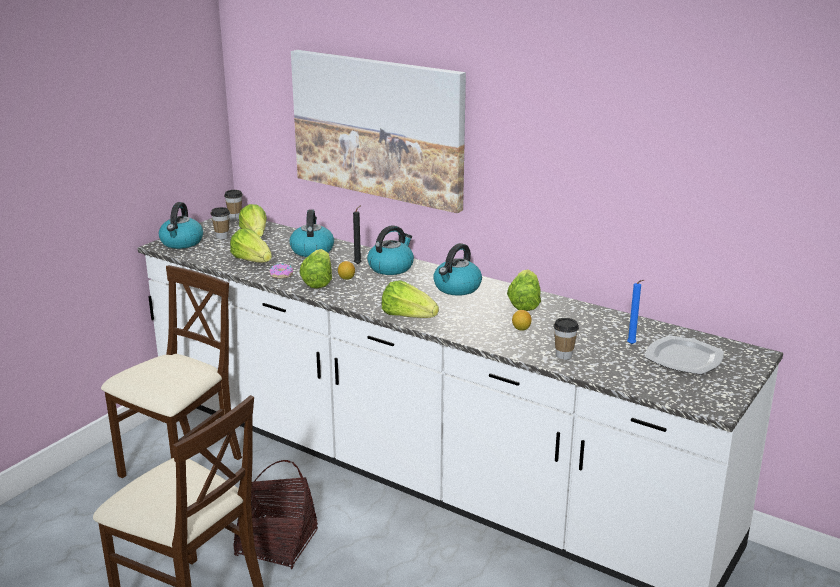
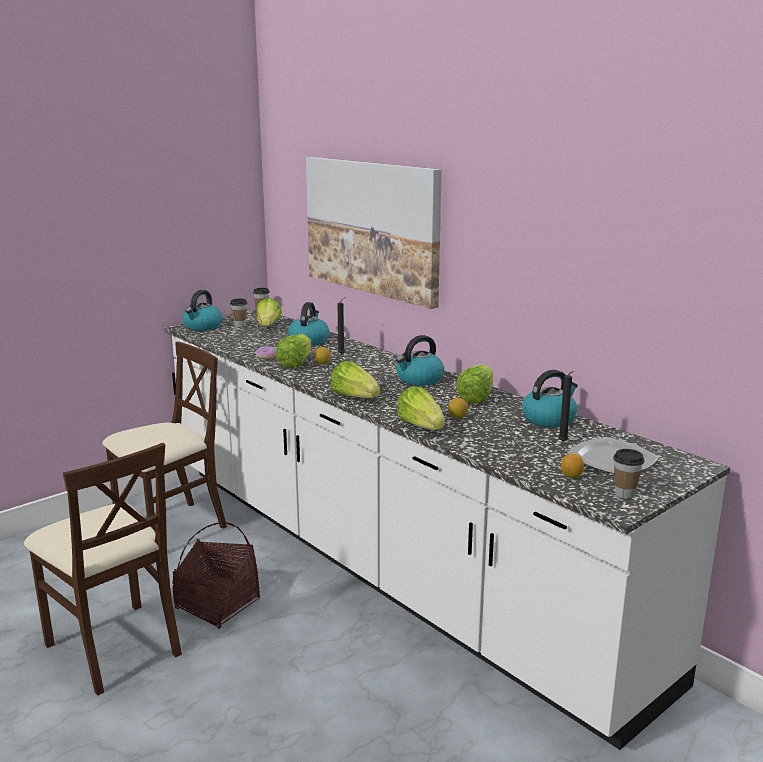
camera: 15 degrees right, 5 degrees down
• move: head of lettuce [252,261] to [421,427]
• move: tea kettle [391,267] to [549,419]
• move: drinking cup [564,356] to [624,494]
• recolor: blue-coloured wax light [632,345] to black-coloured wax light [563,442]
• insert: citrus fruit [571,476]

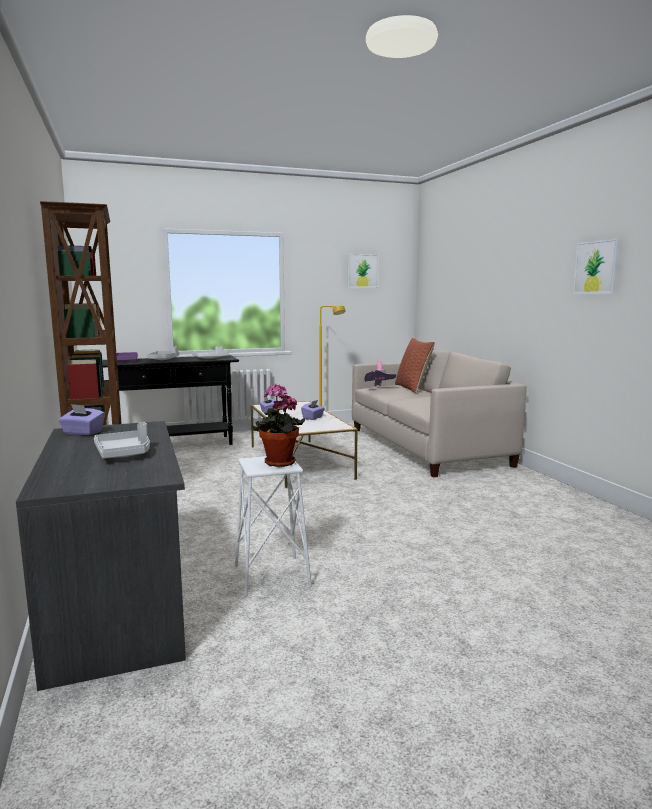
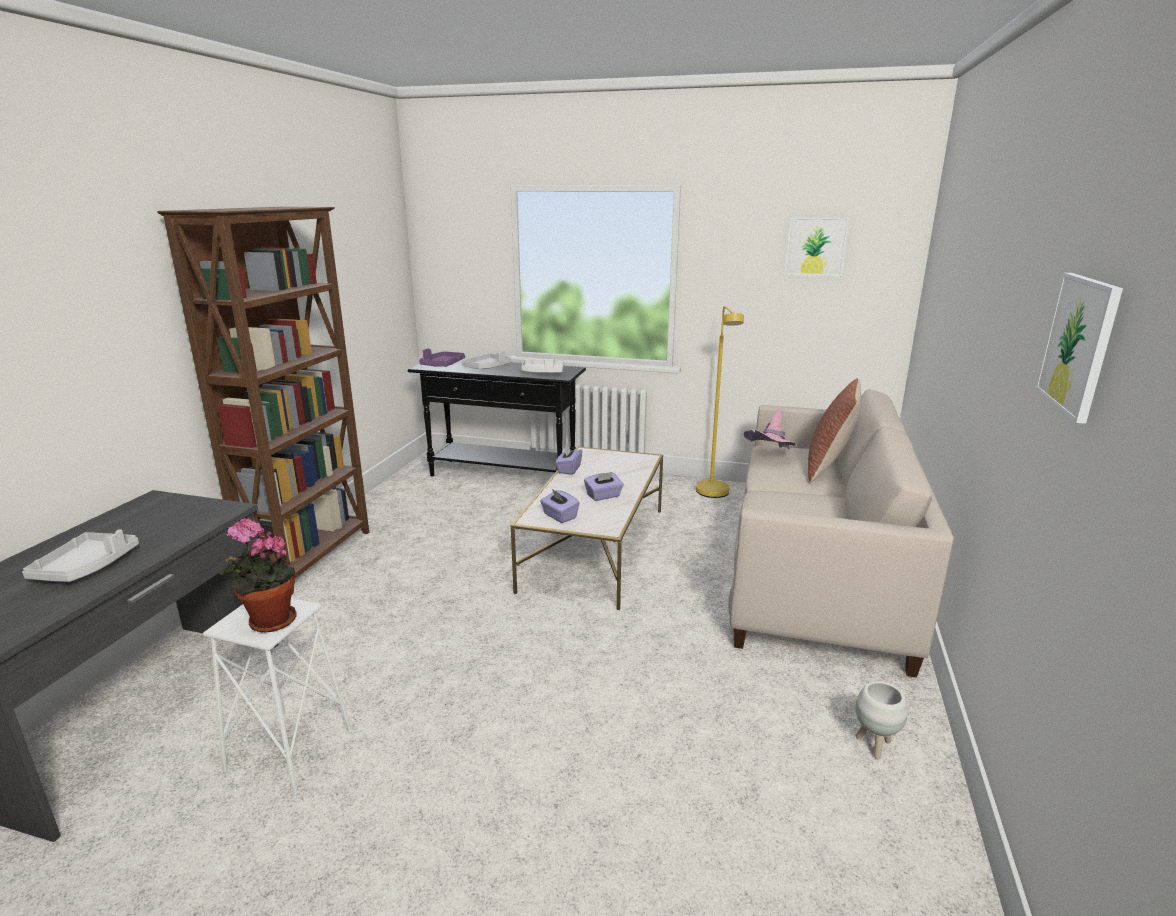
camera: 35 degrees right, 10 degrees up
• move: purplish tissue holder [82,432] to [559,516]
• insert: white flower pot [874,746]

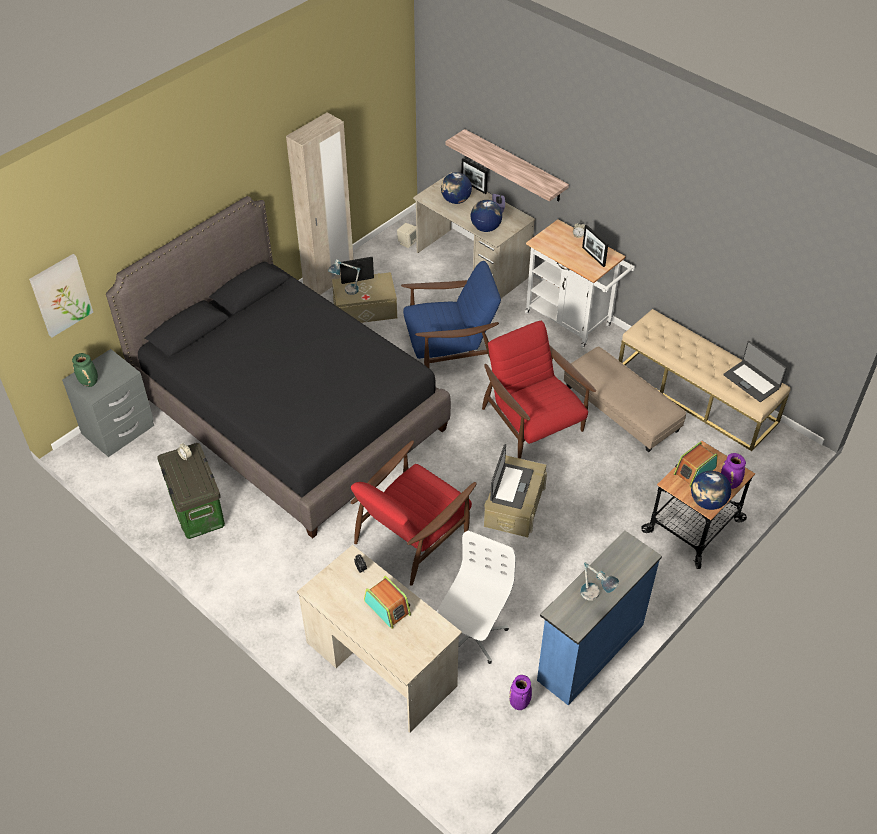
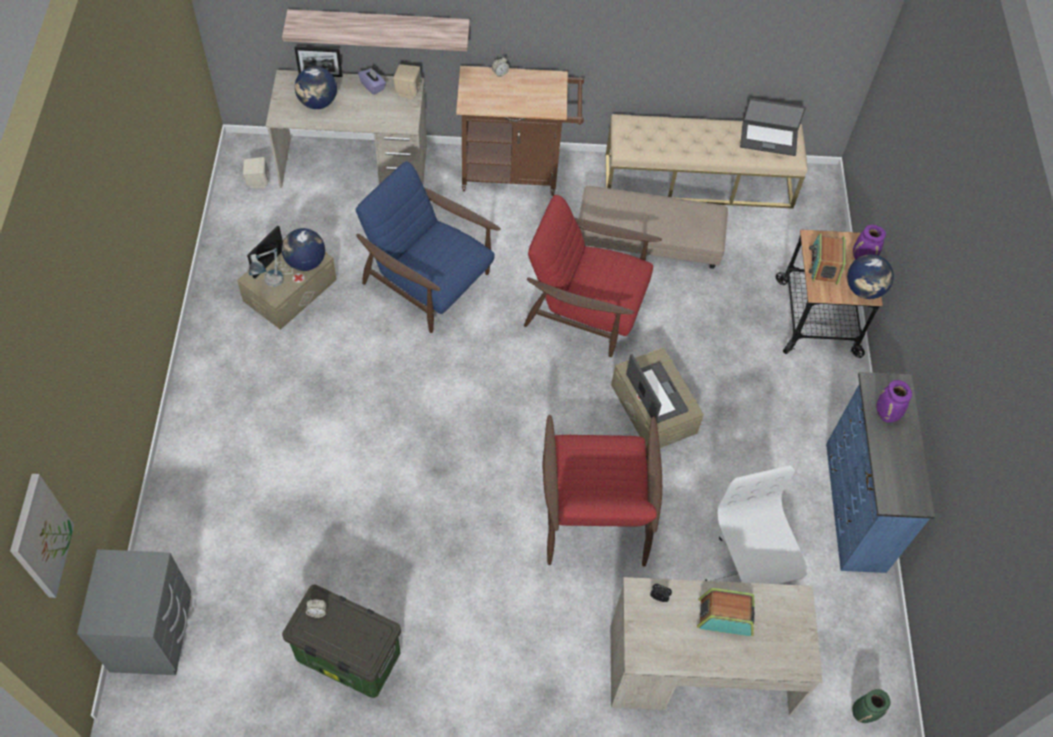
camera: 45 degrees left, 10 degrees up
• move: greenish decorative vase [89,383] to [863,713]
• delete: black-coloured sleeping bed [291,413]
• delete: beige armoire [329,280]
• rotate: blue-coloured lounge chair [450,350] = [428,281] 90 degrees counterclockwise
• move: desk globe [485,228] to [305,262]
• move: purplish decorative vase [519,704] to [886,415]
• recolor: white trolley [572,321] to brownish trolley [516,172]
• delete: table lamp [595,598]
• delete: standing frame [593,257]
• insert: beige speaker [408,91]

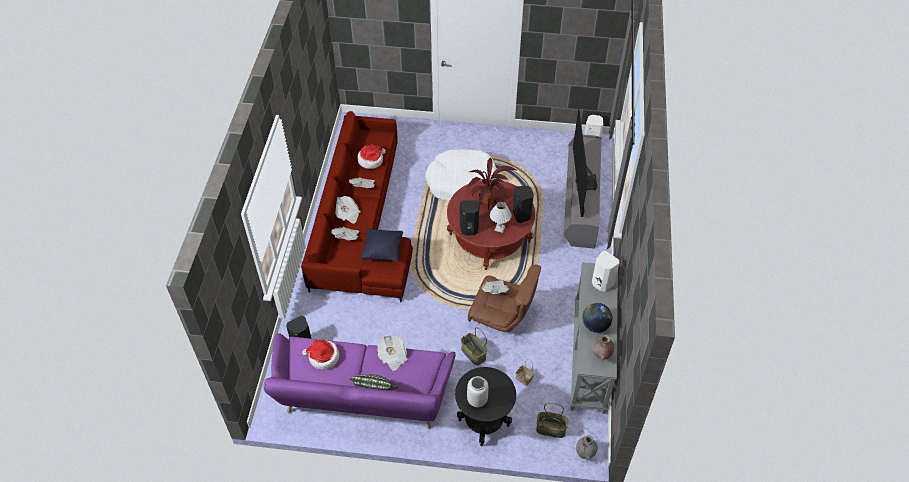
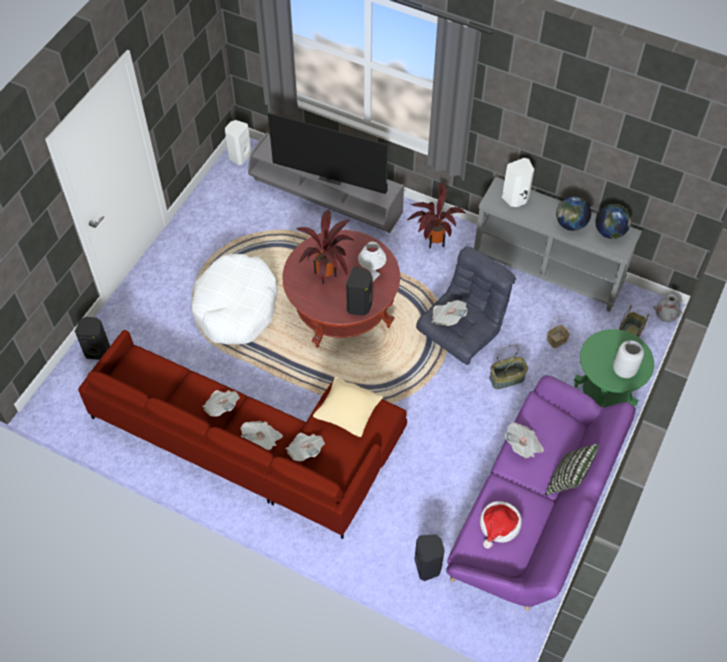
camera: 70 degrees left, 5 degrees up
• delete: hat [371,160]
• recolor: black-coloured throw pillow [382,251] to beige throw pillow [348,413]
• recolor: black-coloured end table [484,423] to greenish end table [603,398]
• recolor: brownish lounge chair [502,315] to greyish lounge chair [462,331]
• move: black-coloured speaker [522,215] to [98,351]
• replace: brownish decorative vase [601,354] to desk globe [609,232]
• insert: houseplant [433,241]

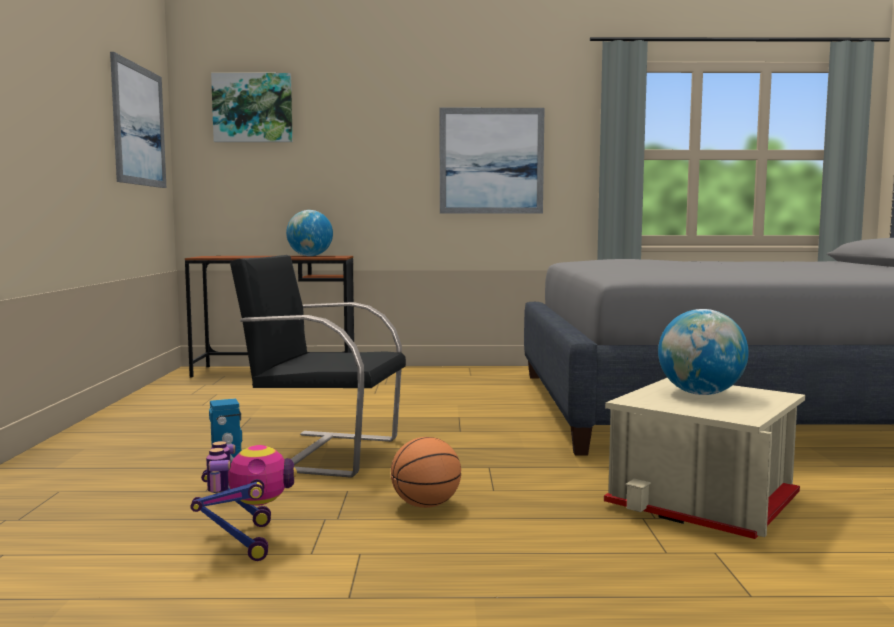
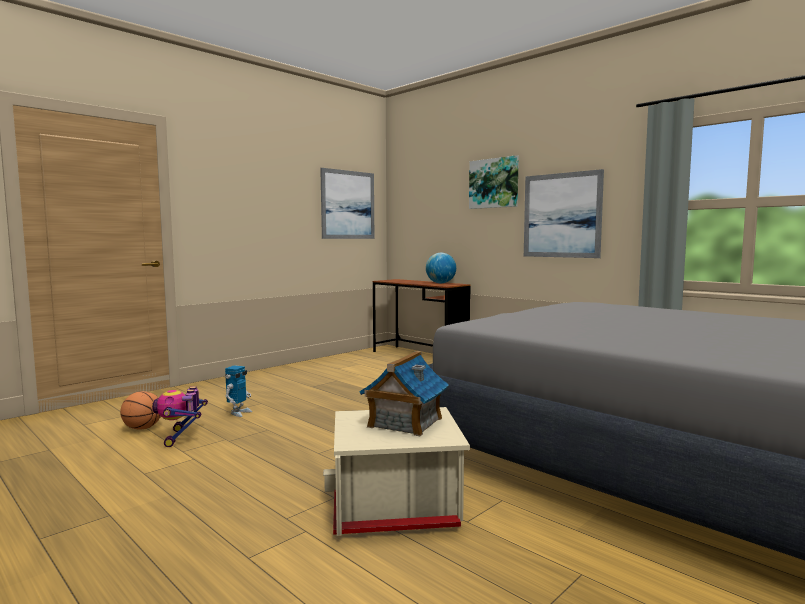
camera: 45 degrees right, 0 degrees up
• rotate: robot figure [246,541] = [181,437] 135 degrees clockwise
• move: picture [253,108] to [494,183]
• delete: black-coloured plain chair [324,453]
• move: basketball ball [426,505] to [142,428]
• replace: desk globe [700,394] to miniature house [404,422]

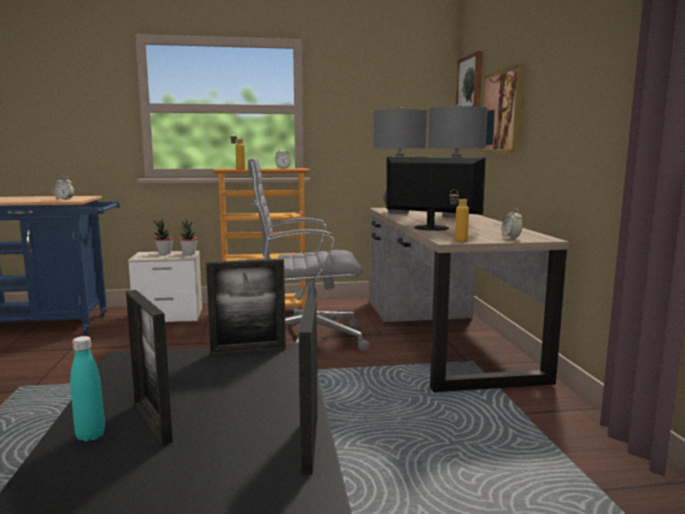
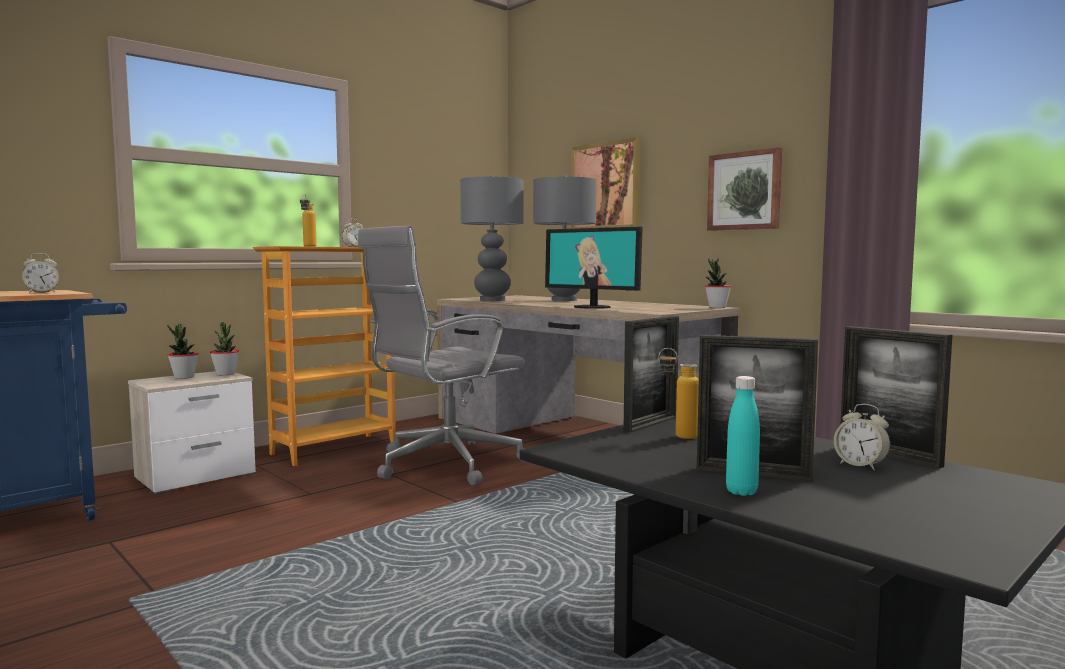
camera: 35 degrees left, 5 degrees down
• rotate: computer display [431,228] = [592,307] 135 degrees counterclockwise
• move: beverage bottle [457,240] to [677,436]
• move: picture [470,83] to [745,191]
• move: table clock [511,237] to [860,465]
• insert: houseplant [717,307]

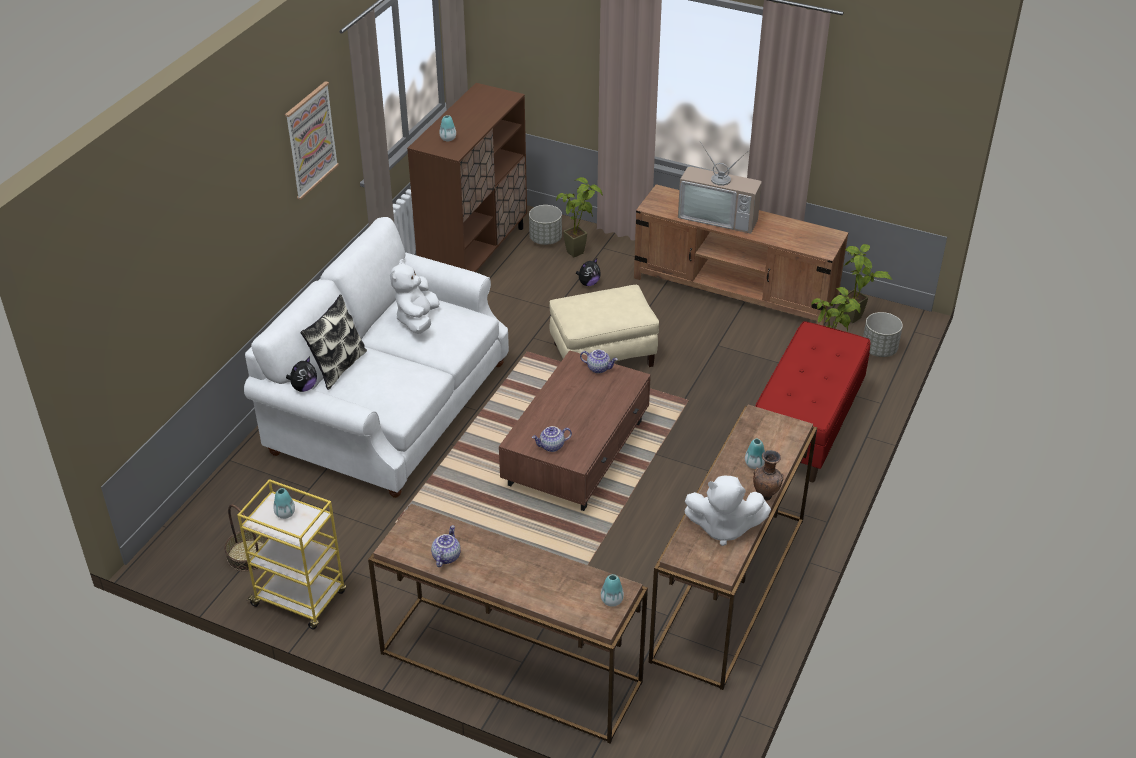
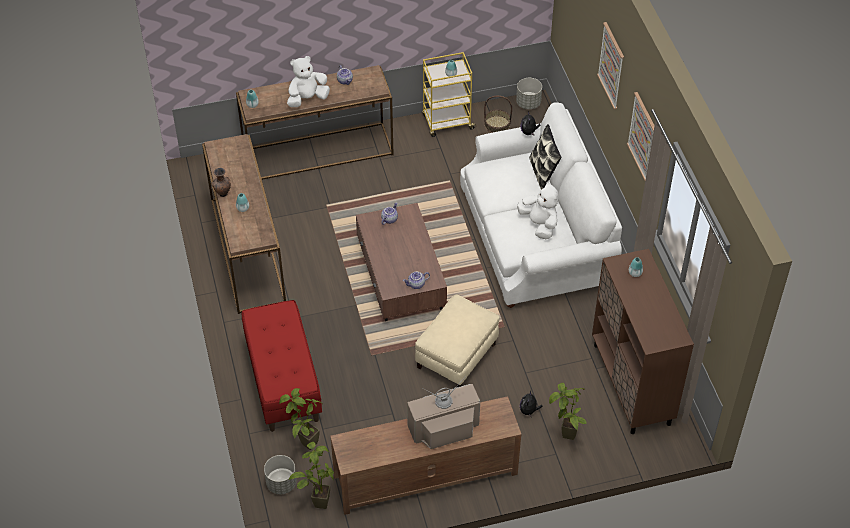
camera: 140 degrees right, 10 degrees up
• move: greyish flower pot [545,239] to [528,103]
• move: white soft toy [723,528] to [307,98]
• insert: picture [611,65]

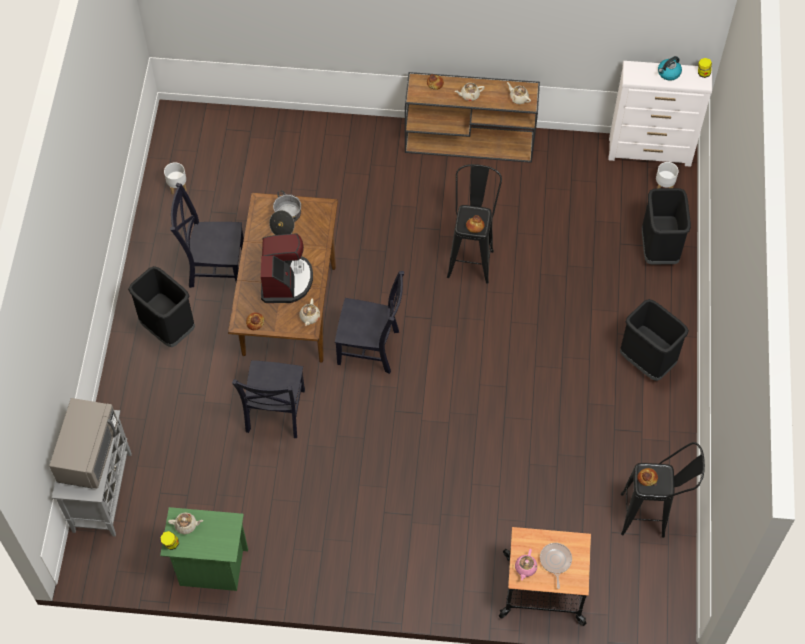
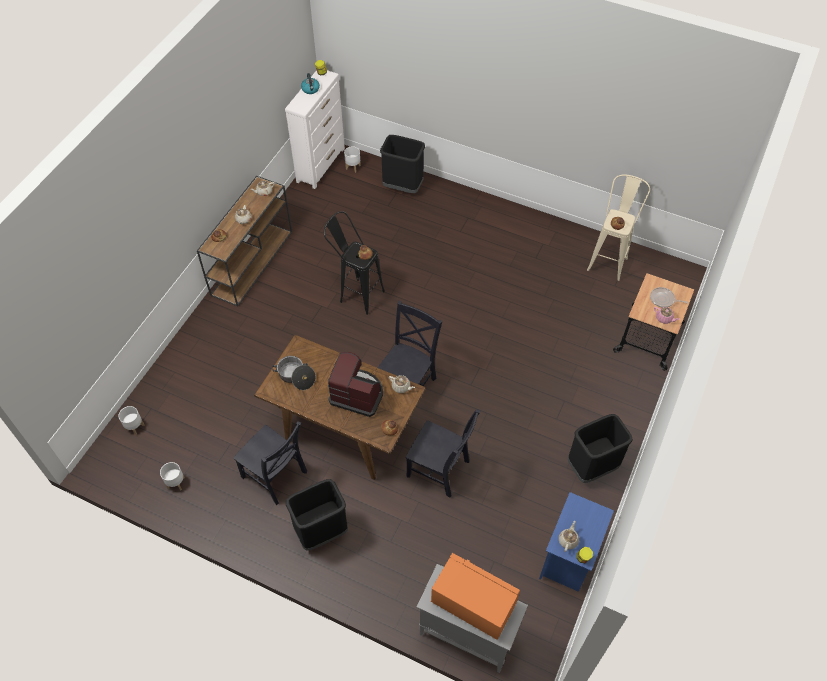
camera: 70 degrees left, 5 degrees down
• recolor: greyish microwave oven [88,453] to orange-coloured microwave oven [473,603]
• recolor: greenish nightstand [211,567] to blue-coloured nightstand [568,561]
• rotate: black-coloured plain chair [214,267] = [276,476] 75 degrees counterclockwise
• move: black-coloured waste bin [646,361] to [592,467]
• recolor: black-coloured sitting stool [652,515] to beige sitting stool [609,259]
• insert: white flower pot [134,427]

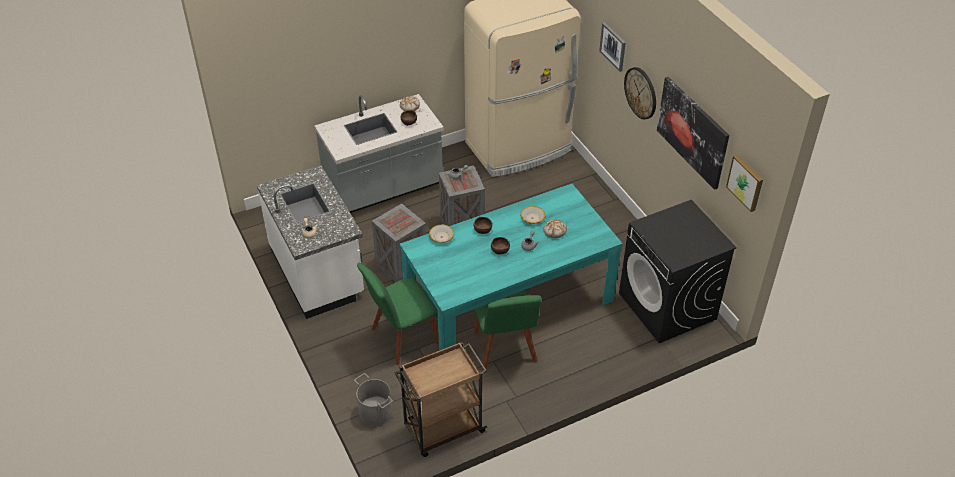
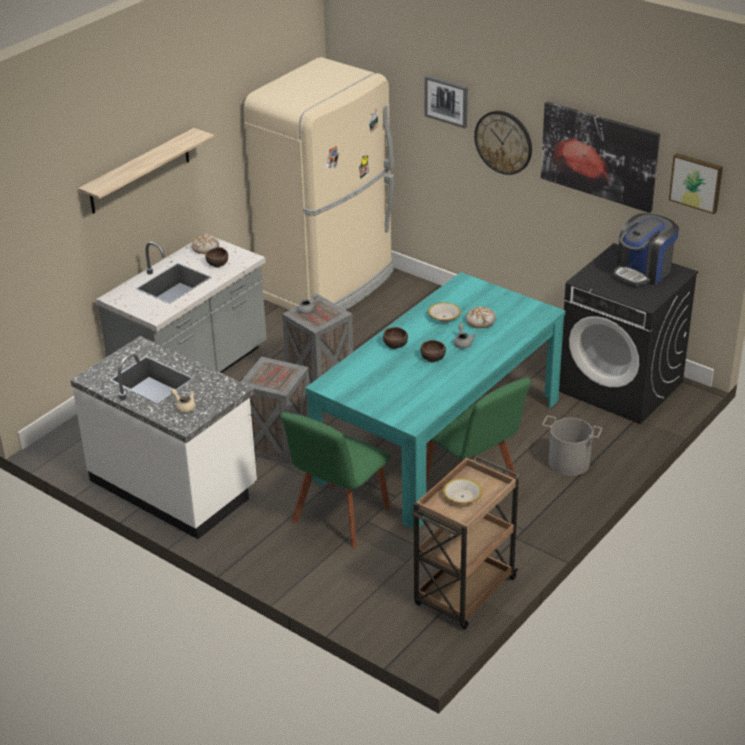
camera: 25 degrees left, 10 degrees down
• move: greyish water bucket [375,412] to [569,463]
• move: serving bowl [441,237] to [462,497]
• insert: bracket shelf [140,171]
• insert: coffee machine [643,271]

